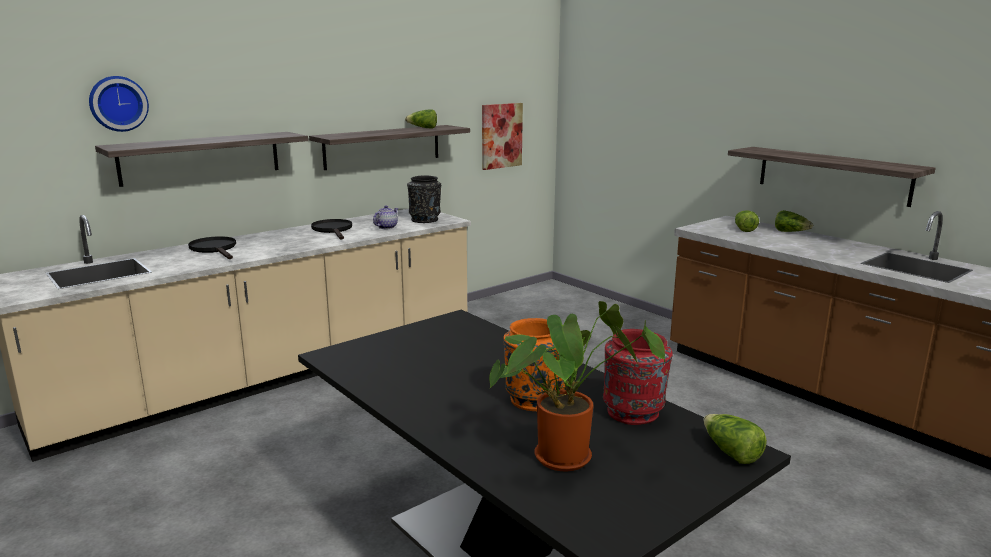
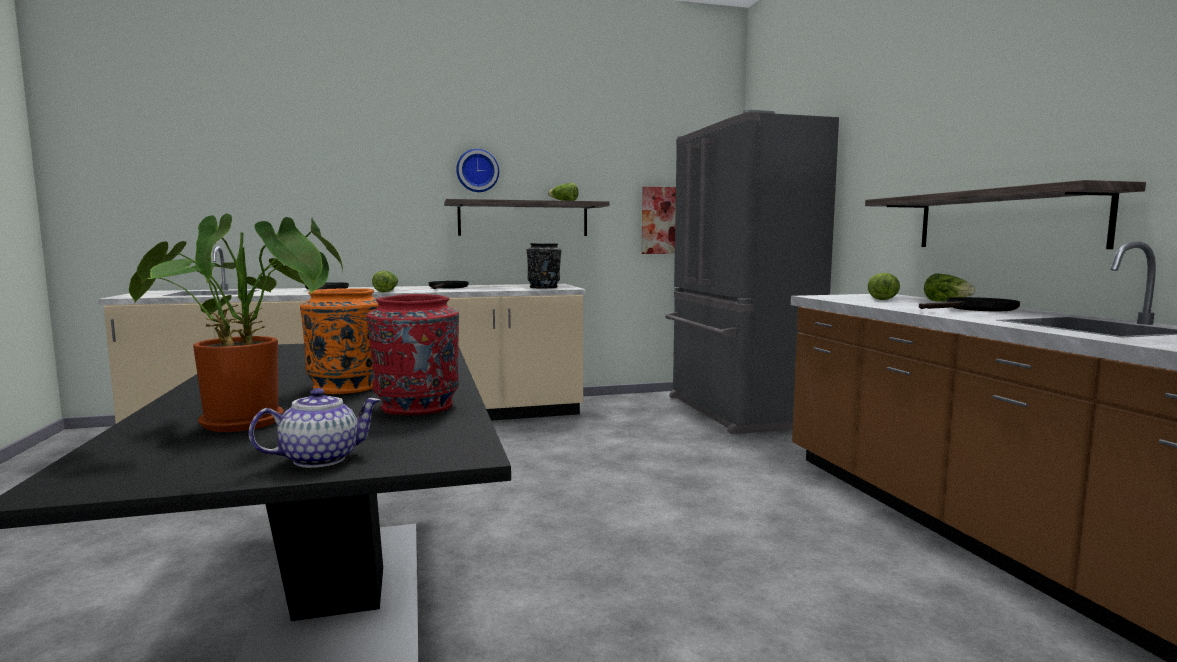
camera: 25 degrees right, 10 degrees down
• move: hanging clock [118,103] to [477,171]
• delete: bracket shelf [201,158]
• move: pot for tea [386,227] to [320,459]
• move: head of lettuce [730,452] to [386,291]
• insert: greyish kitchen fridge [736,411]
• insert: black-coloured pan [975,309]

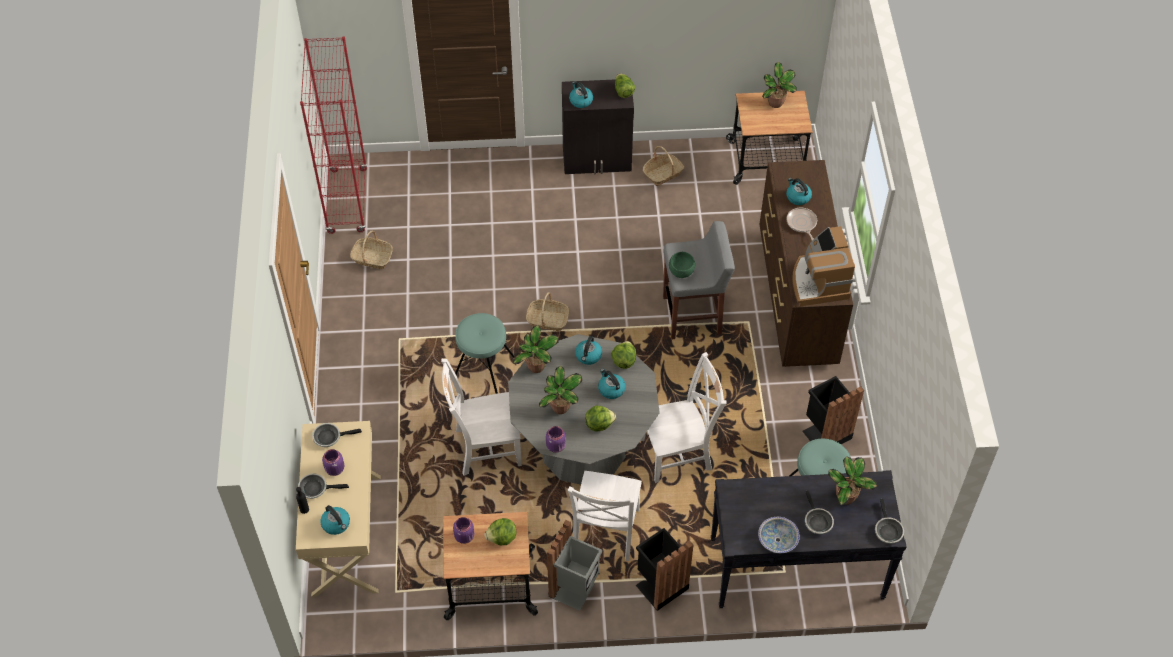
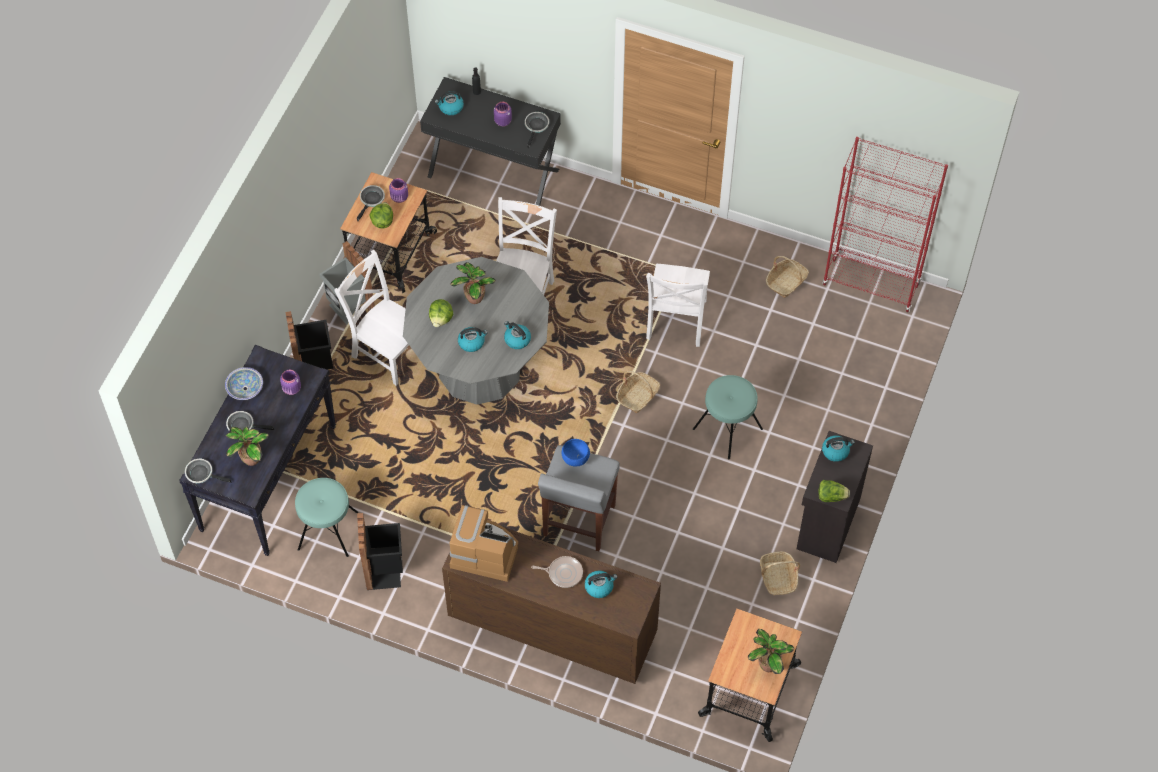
camera: 115 degrees right, 5 degrees up
• recolor: beige desk table [345,534] to black-coloured desk table [494,172]
• move: pan [316,488] to [371,200]
• move: turquoise-coloured sitting stool [484,368] to [727,429]
• delete: houseplant [536,367]
• move: purplish storage jar [556,446] to [292,389]
• delete: head of lettuce [623,361]
• move: white plain chair [679,453] to [676,322]
• recolor: greenish serving bowl [681,272] to blue-coloured serving bowl [575,458]

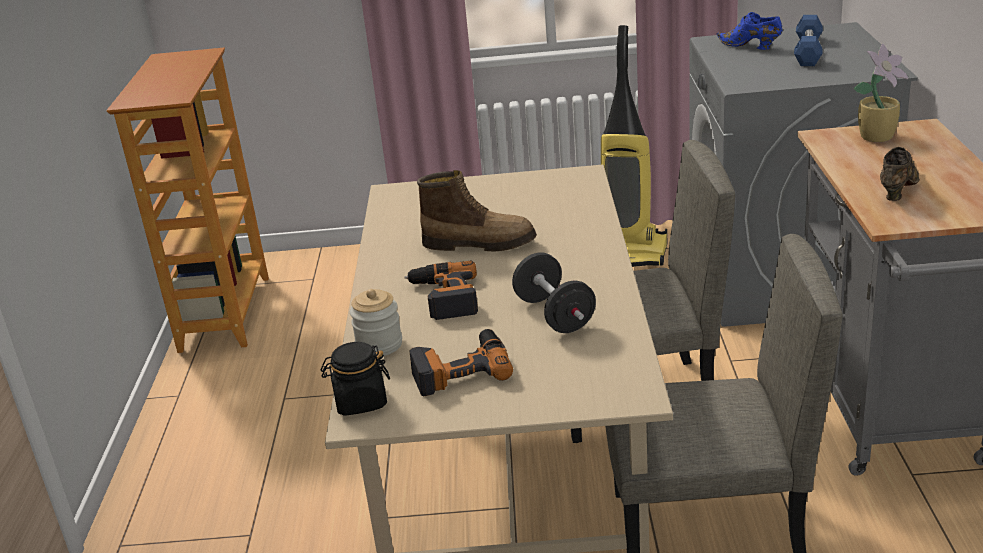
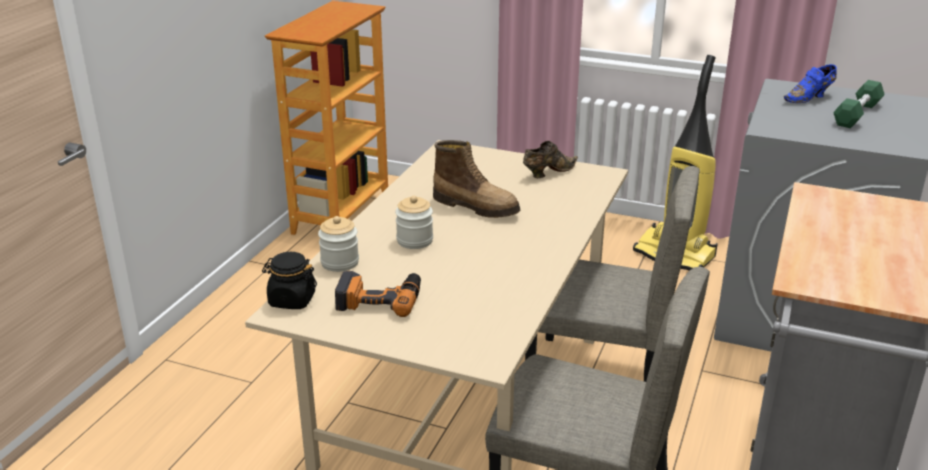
camera: 20 degrees right, 0 degrees up
• replace: electric drill [443,297] to storage jar [414,240]
• delete: black-coloured hand weight [554,315]
• rotate: blue-coloured low shoe [750,47] = [809,98] 90 degrees counterclockwise
• recolor: blue-coloured hand weight [808,51] to greenish hand weight [857,114]
• delete: houseplant [878,137]
• move: brownish low shoe [897,190] to [548,173]

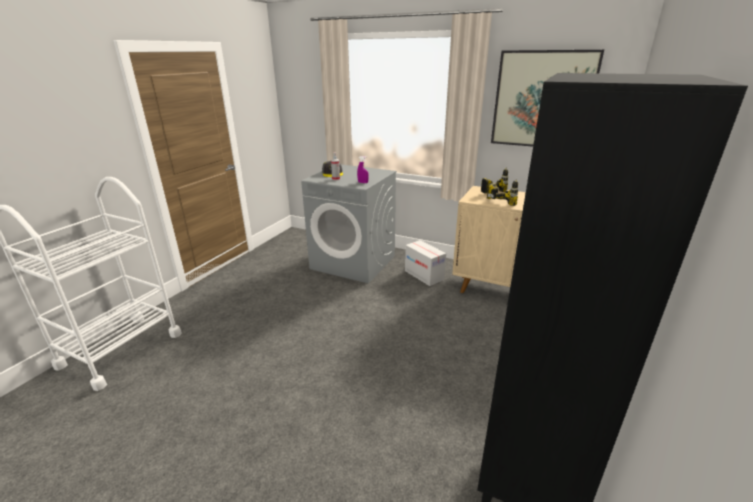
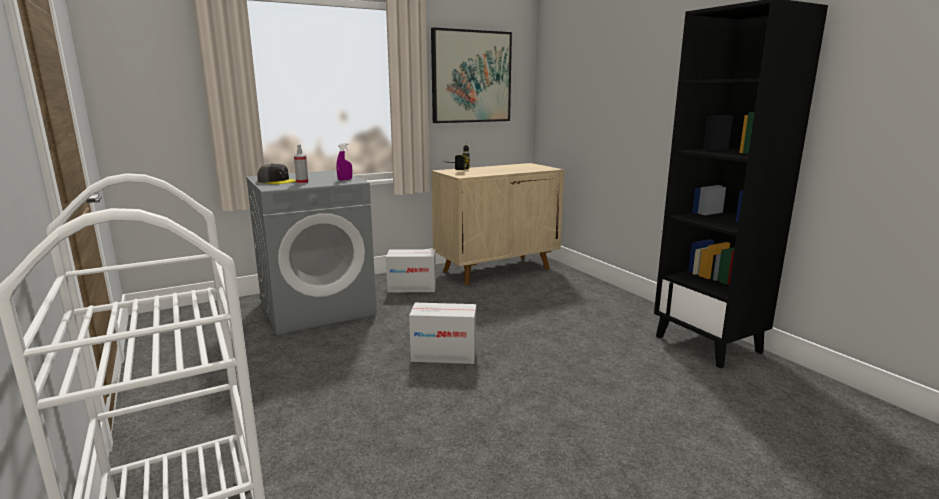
camera: 55 degrees left, 10 degrees down
• delete: electric drill [506,200]
• insert: cardboard box [444,355]

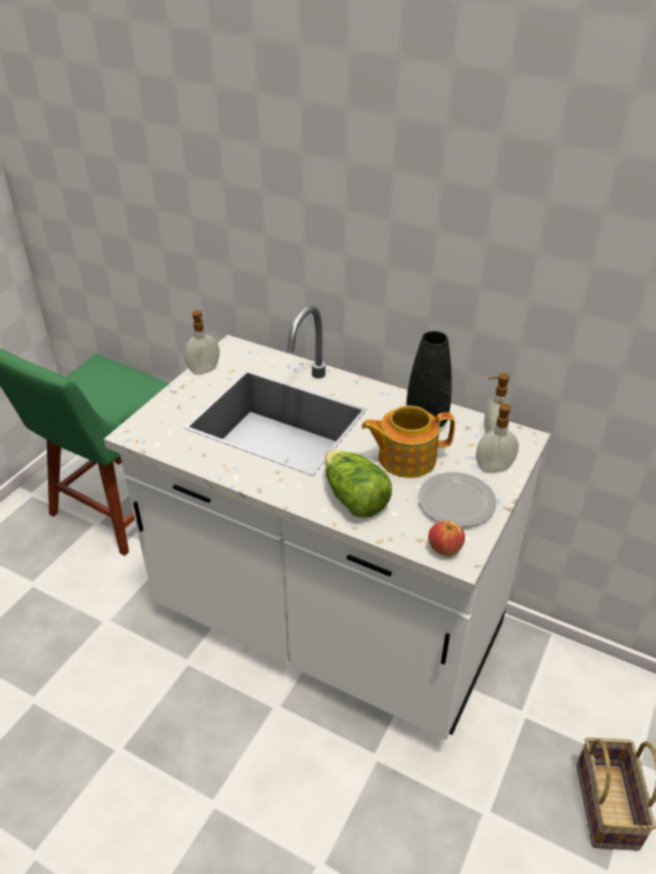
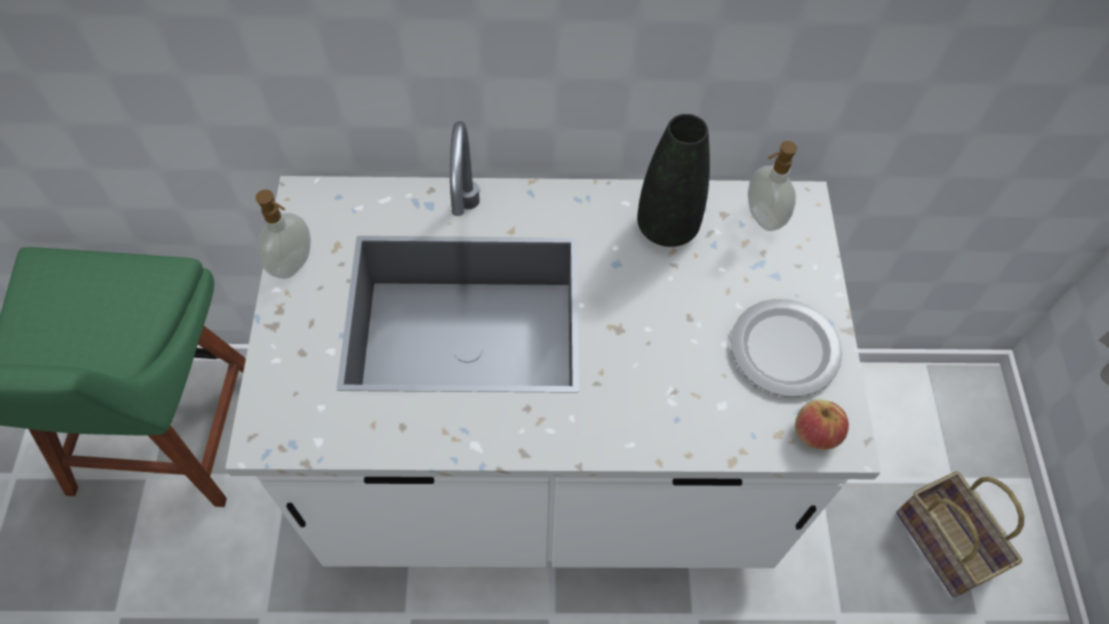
camera: 30 degrees left, 20 degrees up
• delete: head of lettuce [354,498]
• delete: pot for tea [405,458]
• delete: soap dispenser [493,467]

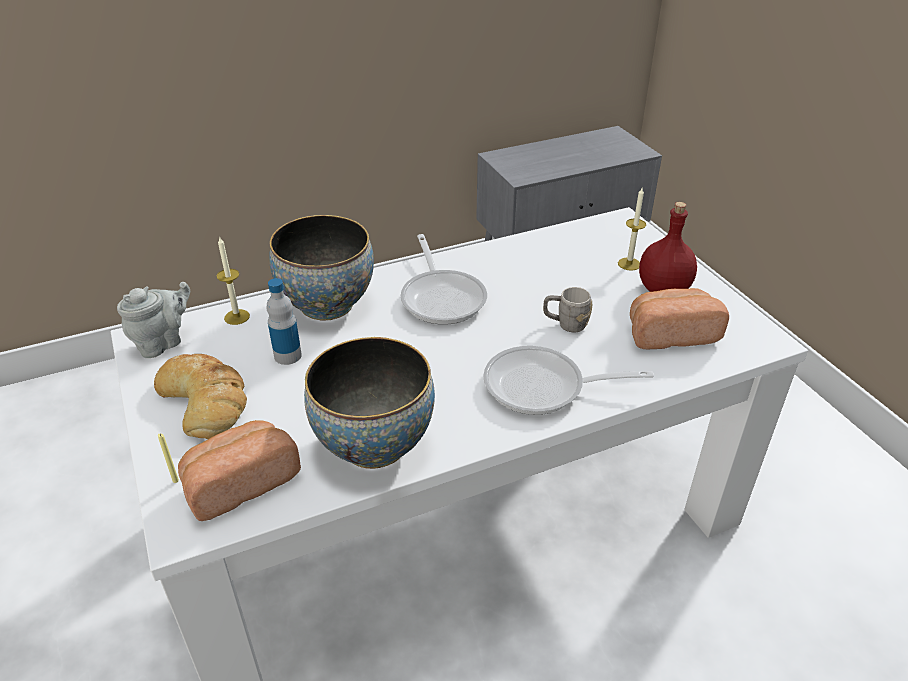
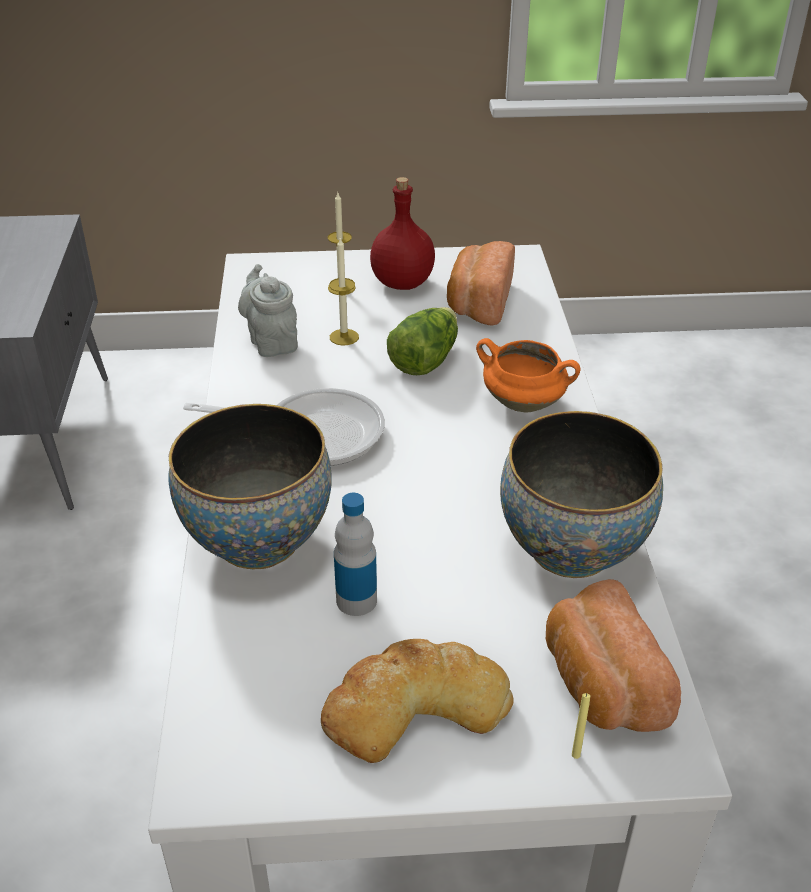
camera: 70 degrees left, 0 degrees up
• move: greyish pot for tea [163,342] to [272,342]
• move: wax light [237,317] to [344,337]
• replace: pan [543,387] to orange-coloured cooking pot [525,403]
• replace: greyish tea mug [565,324] to head of lettuce [424,359]

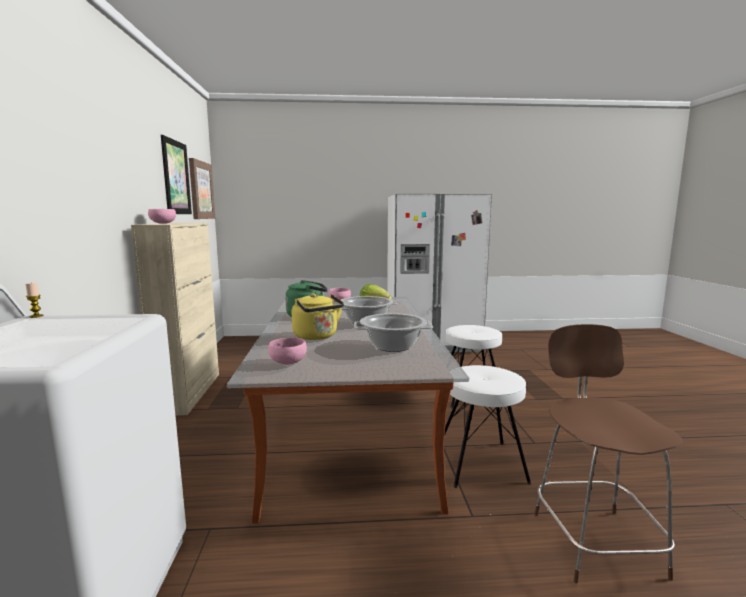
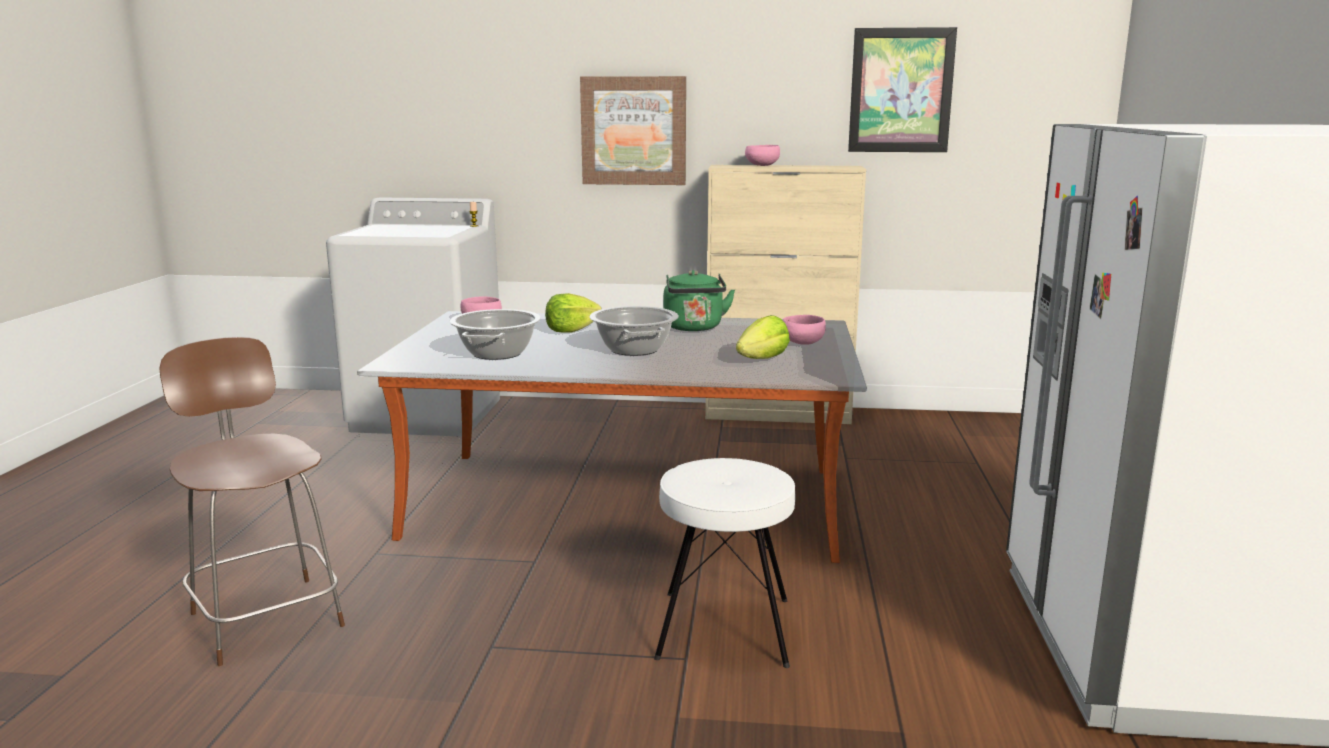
camera: 100 degrees right, 5 degrees up
• move: picture [200,190] to [634,131]
• replace: yellow-coloured tea kettle [317,336] to head of lettuce [571,330]
• delete: white sitting stool [481,463]
• rotate: brownish plain chair [594,540] = [265,617] 135 degrees counterclockwise

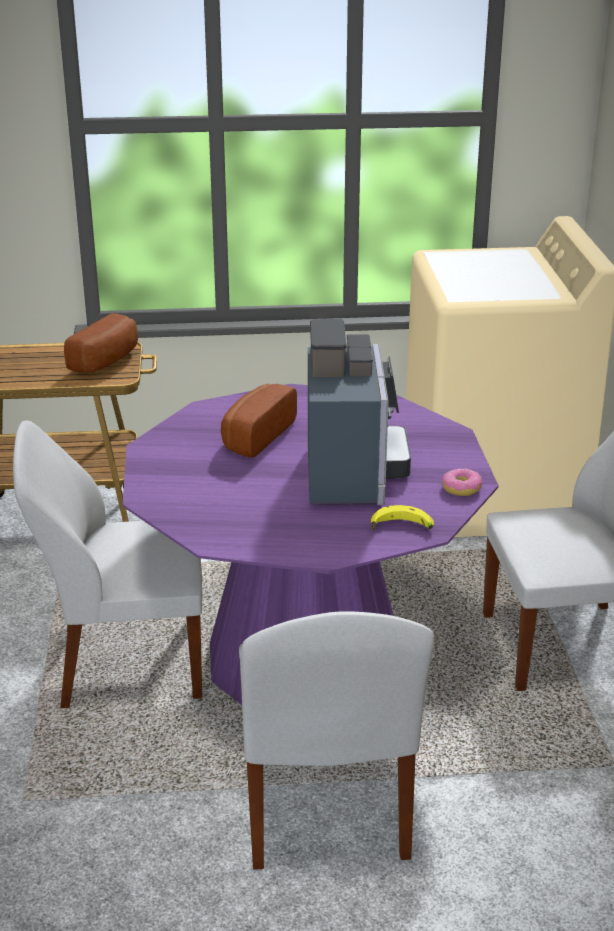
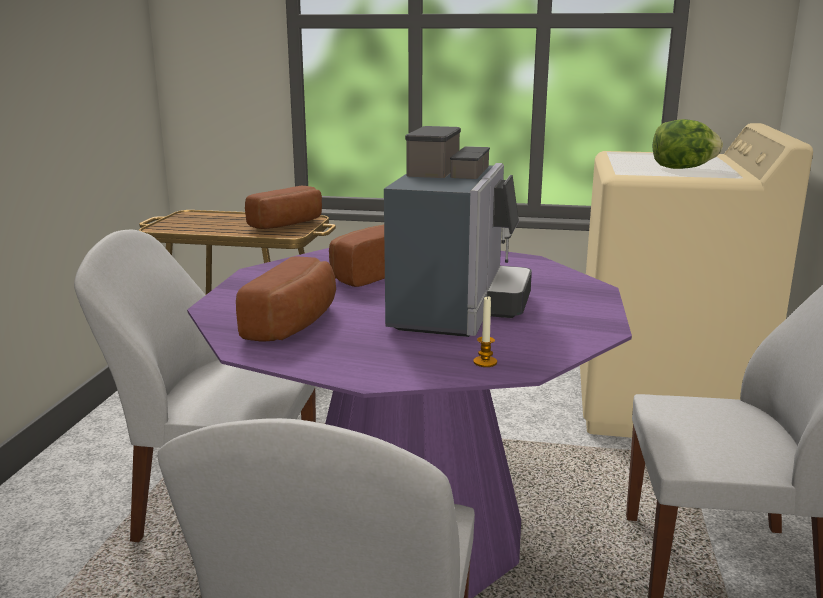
camera: 15 degrees right, 10 degrees down
• replace: banana fruit [401,529] to wax light [485,362]
• delete: ring doughnut [461,488]
• insert: bread [297,323]
• insert: head of lettuce [682,168]

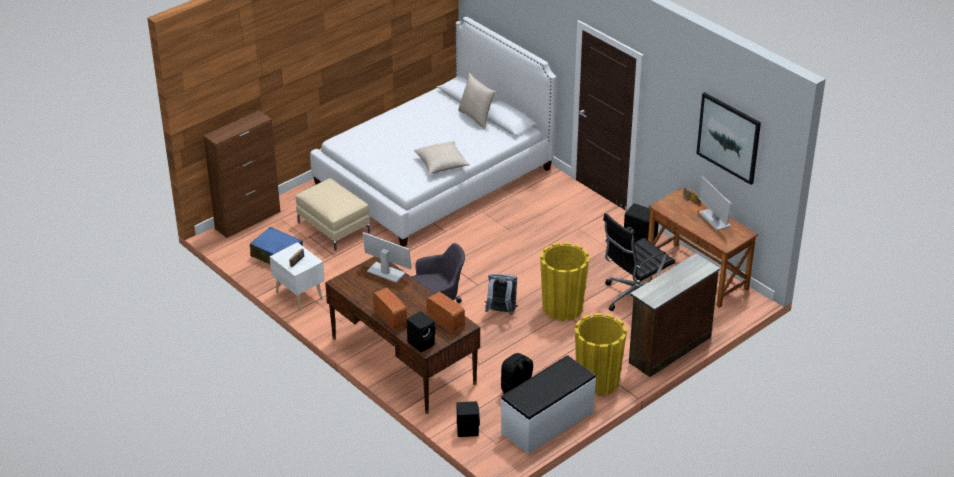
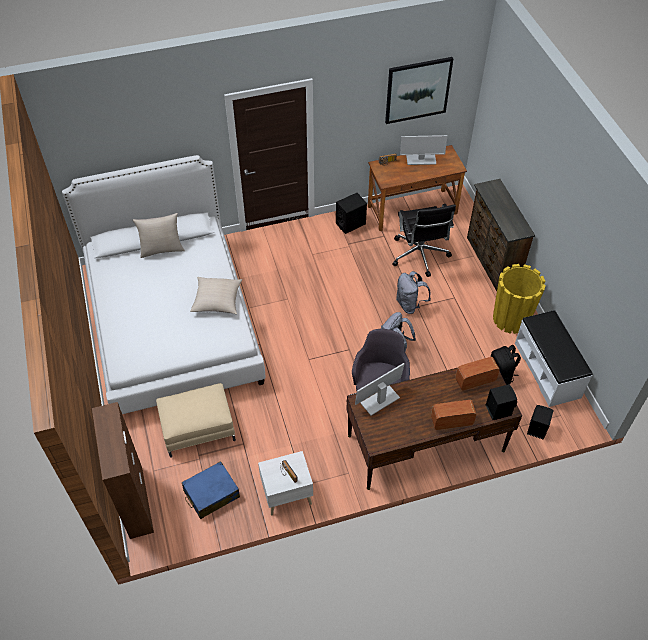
camera: 65 degrees left, 15 degrees up
• replace: yellow-coloured flower pot [562,308] to greyish knapsack [410,304]

